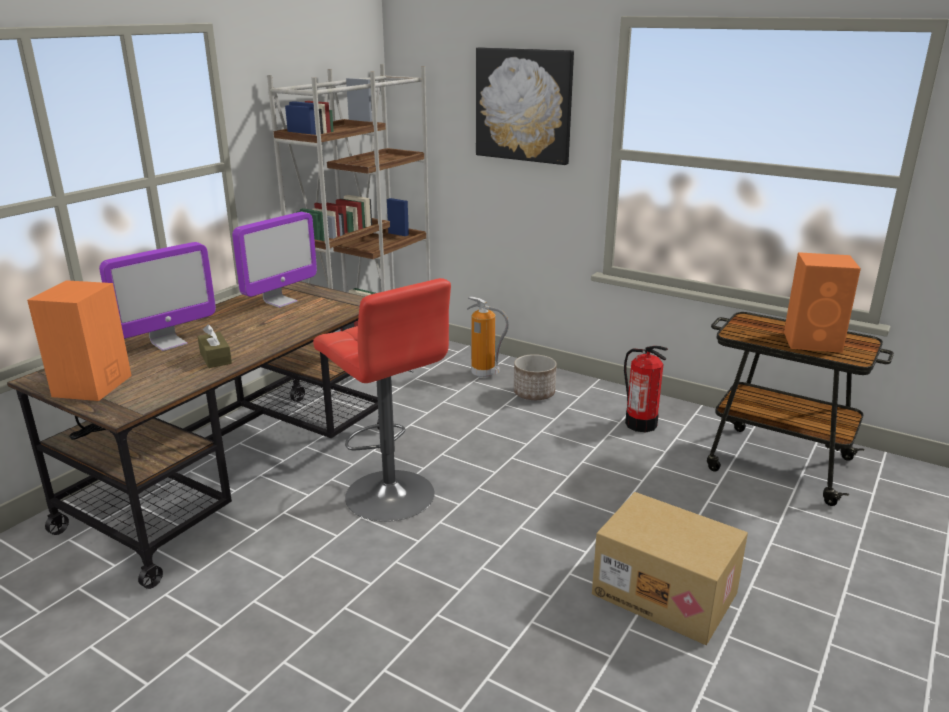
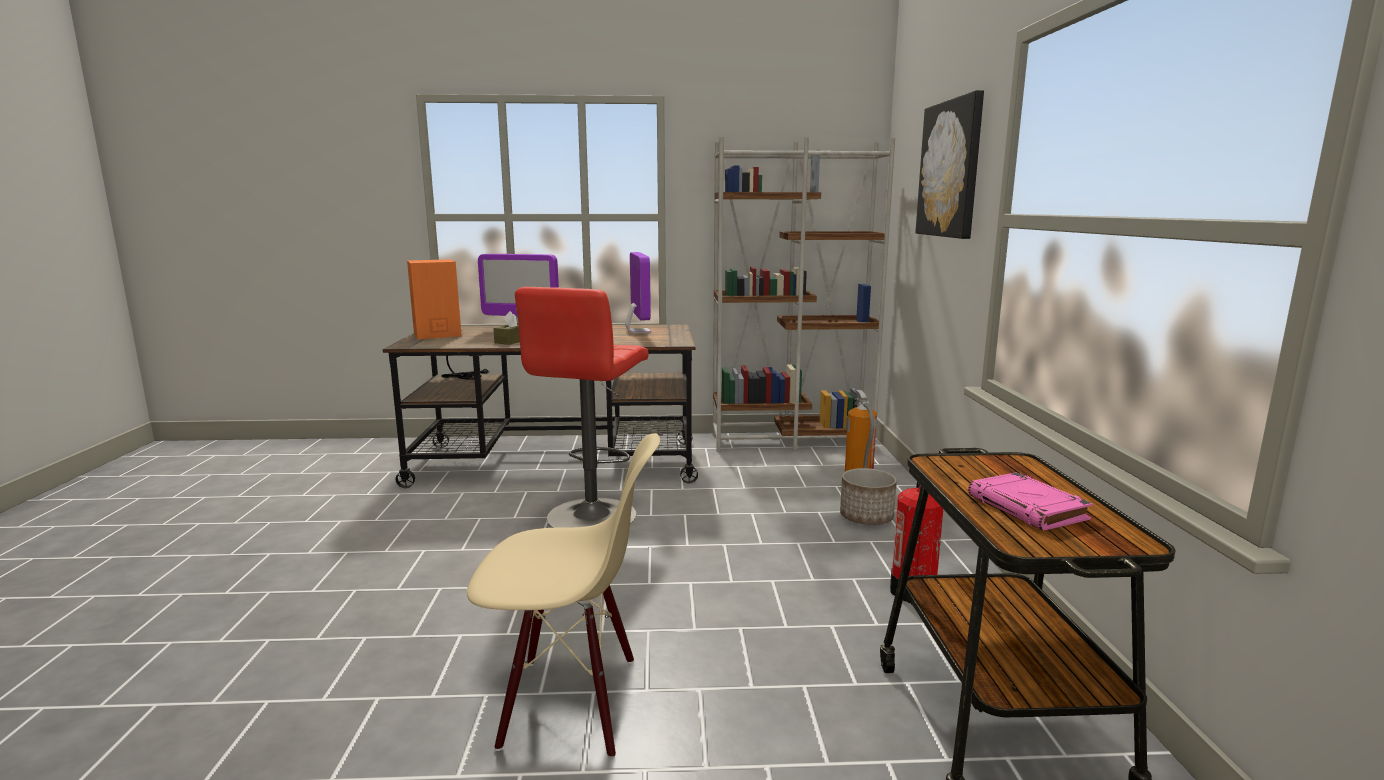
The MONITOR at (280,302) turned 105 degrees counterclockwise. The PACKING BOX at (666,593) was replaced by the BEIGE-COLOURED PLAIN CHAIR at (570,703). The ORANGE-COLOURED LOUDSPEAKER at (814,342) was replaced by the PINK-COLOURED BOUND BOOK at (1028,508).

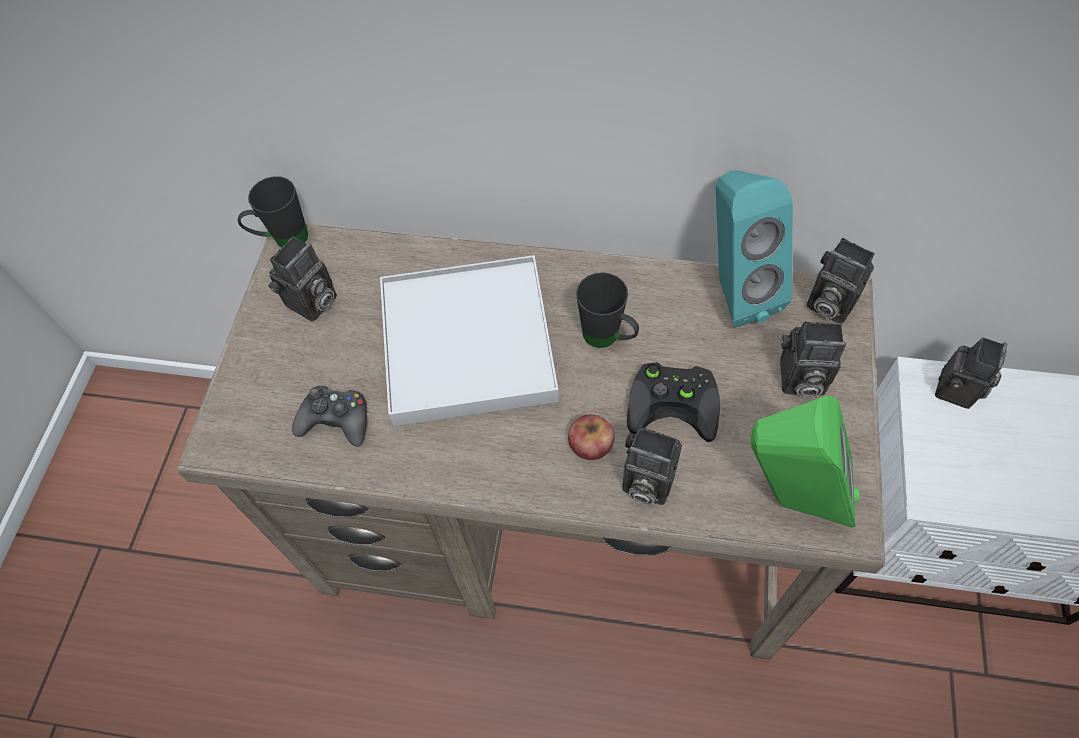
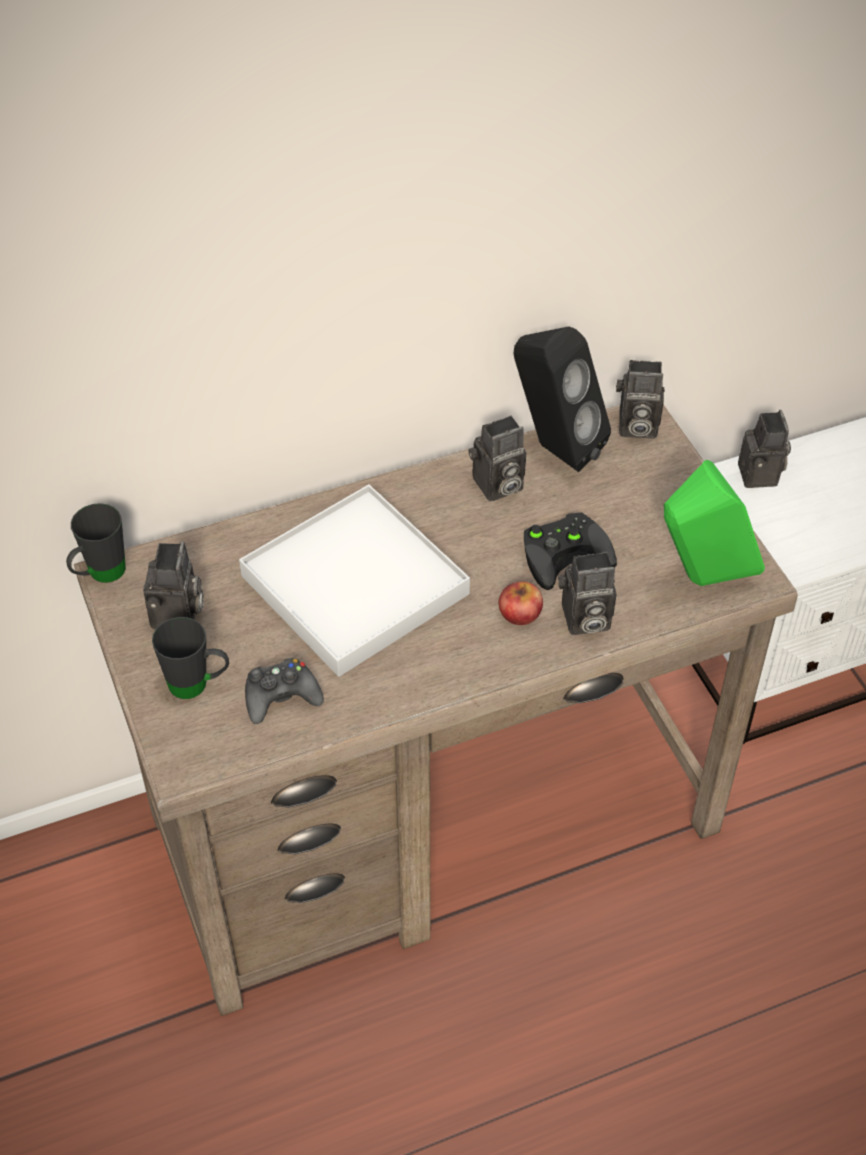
The BLACKISH MUG moved from (608,338) to (198,685). The BLUE-GREEN LOUDSPEAKER at (734,291) became the BLACKISH LOUDSPEAKER at (554,447). The STILL CAMERA moved from (799,380) to (497,486).

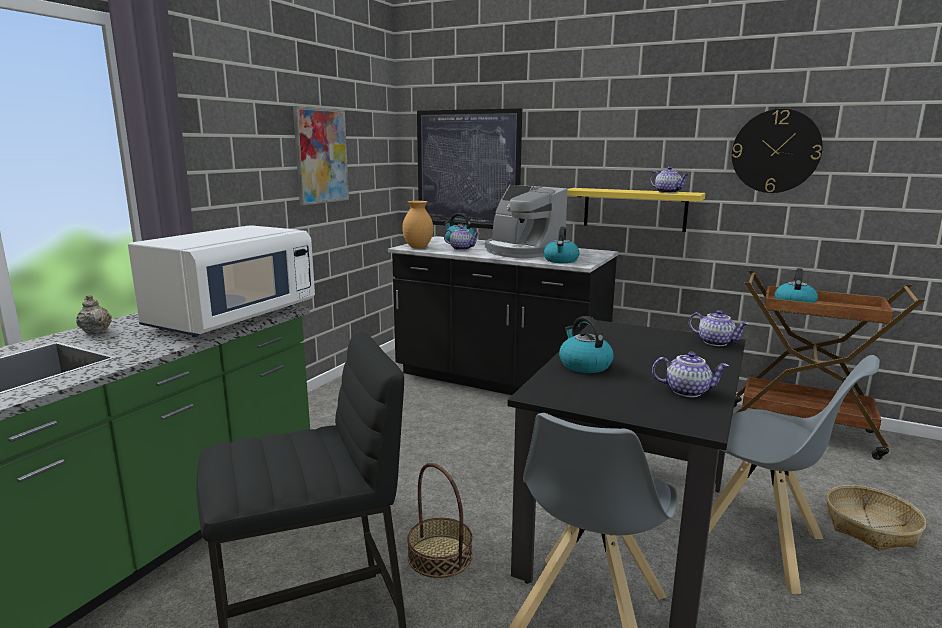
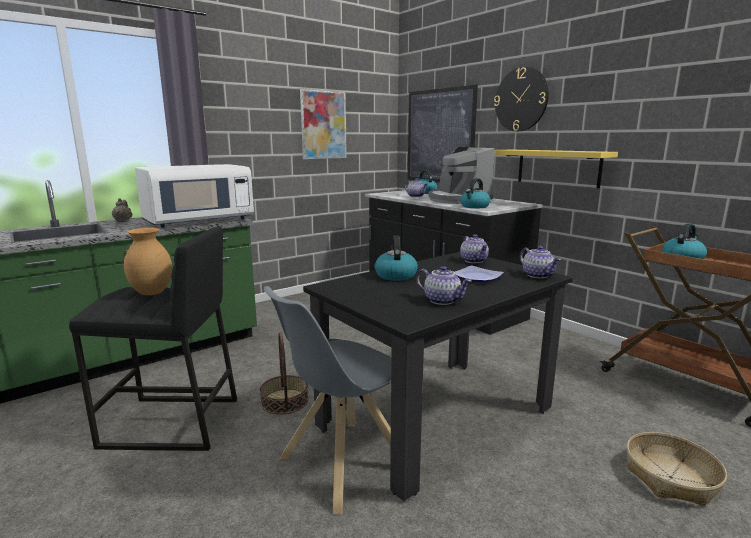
The BROWN-COLOURED FLOWER VASE moved from (418,247) to (152,293). The TEAPOT moved from (668,192) to (474,261). The GREYISH PLAIN CHAIR at (759,545) disappeared. The WALL CLOCK moved from (775,151) to (521,99). The DINNER PLATE at (477,277) appeared.

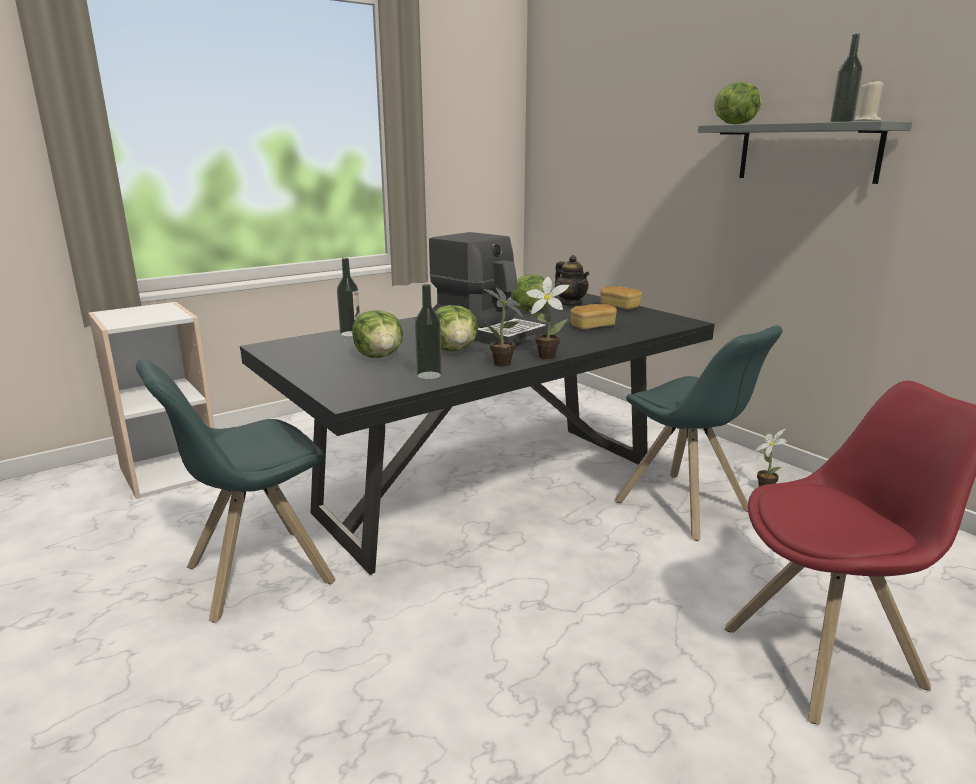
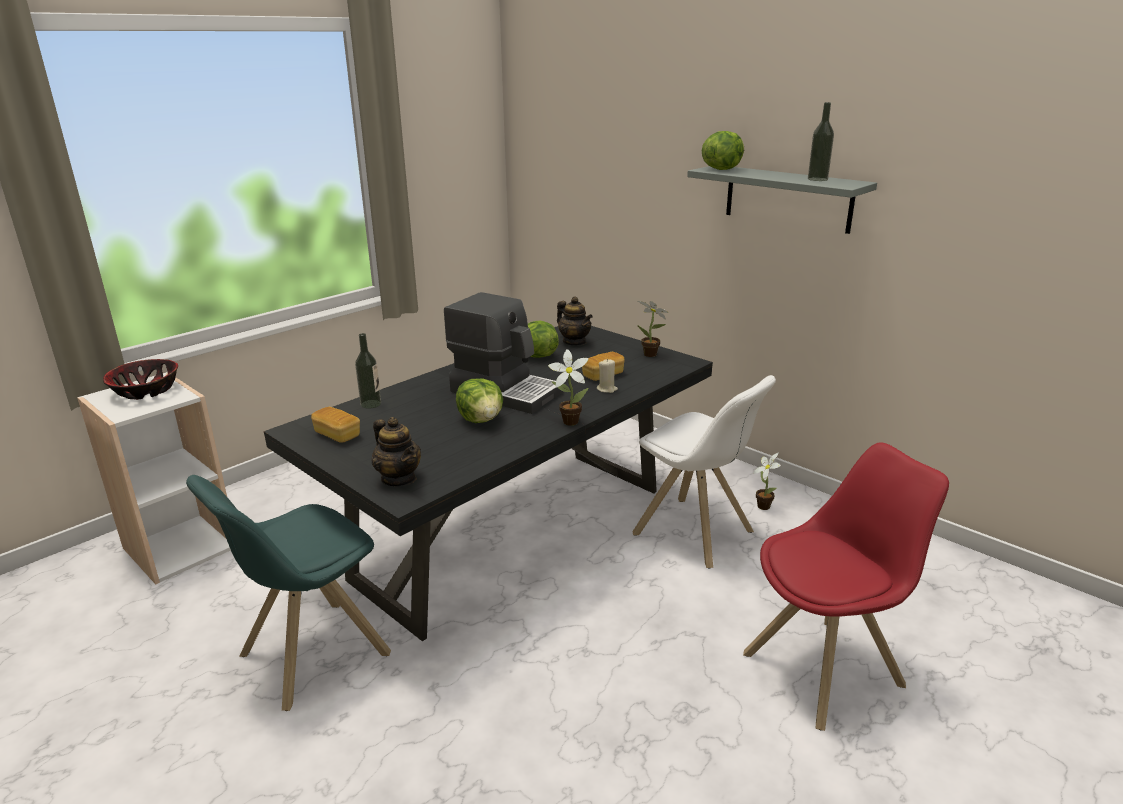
The HEAD OF LETTUCE at (380,356) disappeared. The DRINK BOTTLE at (429,375) disappeared. The PLANT IN A POT moved from (504,364) to (651,355). The BREAD moved from (619,307) to (337,435). The BLUE-GREEN PLAIN CHAIR at (683,506) became the WHITE-COLOURED PLAIN CHAIR at (694,532). The BEIGE-COLOURED WAX CANDLE moved from (867,121) to (607,389). The DEEP DISH at (146,391) appeared. The TEAPOT at (399,478) appeared.

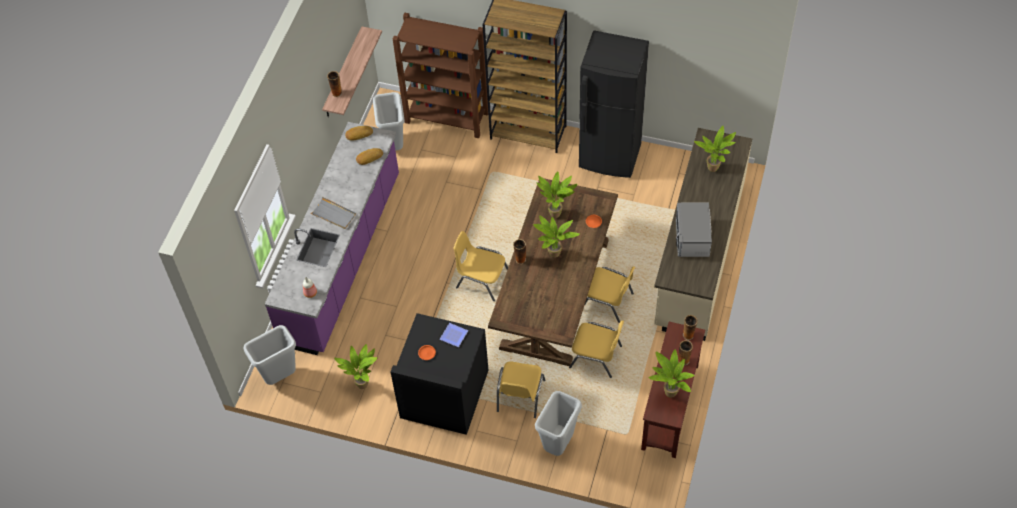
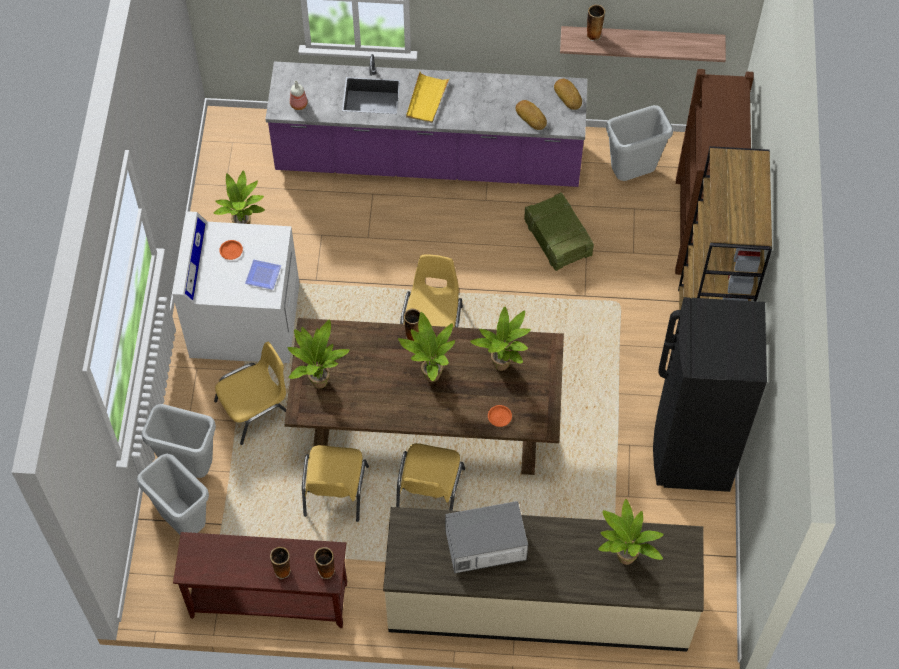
The GREYISH WASTE BIN moved from (280,377) to (183,523). The GREYISH CARRYING TRAY at (333,214) became the YELLOWISH CARRYING TRAY at (426,99). The BLACKISH LAUNDRY MACHINE at (444,393) became the WHITE-COLOURED LAUNDRY MACHINE at (245,319). The YELLOWISH PLAIN CHAIR at (520,396) turned 150 degrees clockwise. The PLANT IN A POT moved from (669,394) to (318,381). The PACKING CRATE at (558,240) appeared.

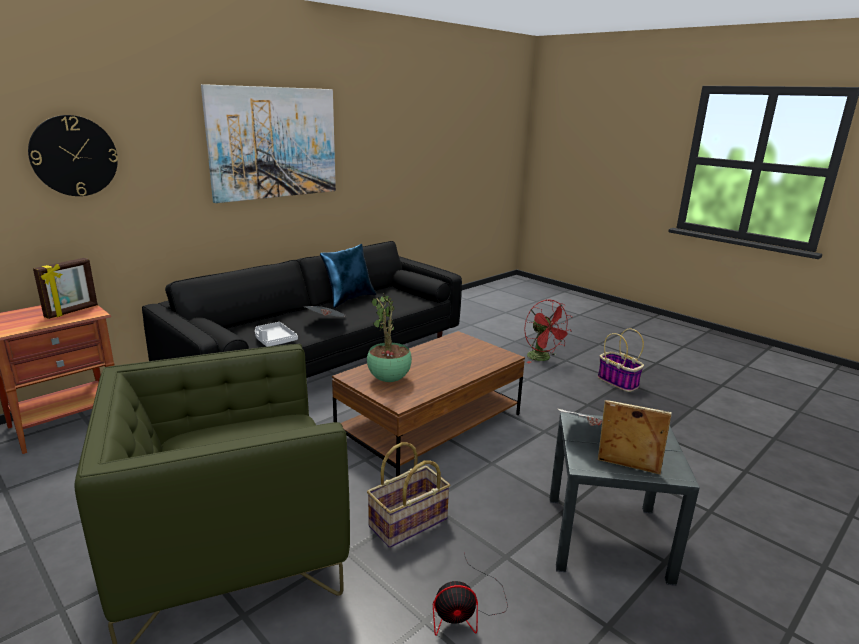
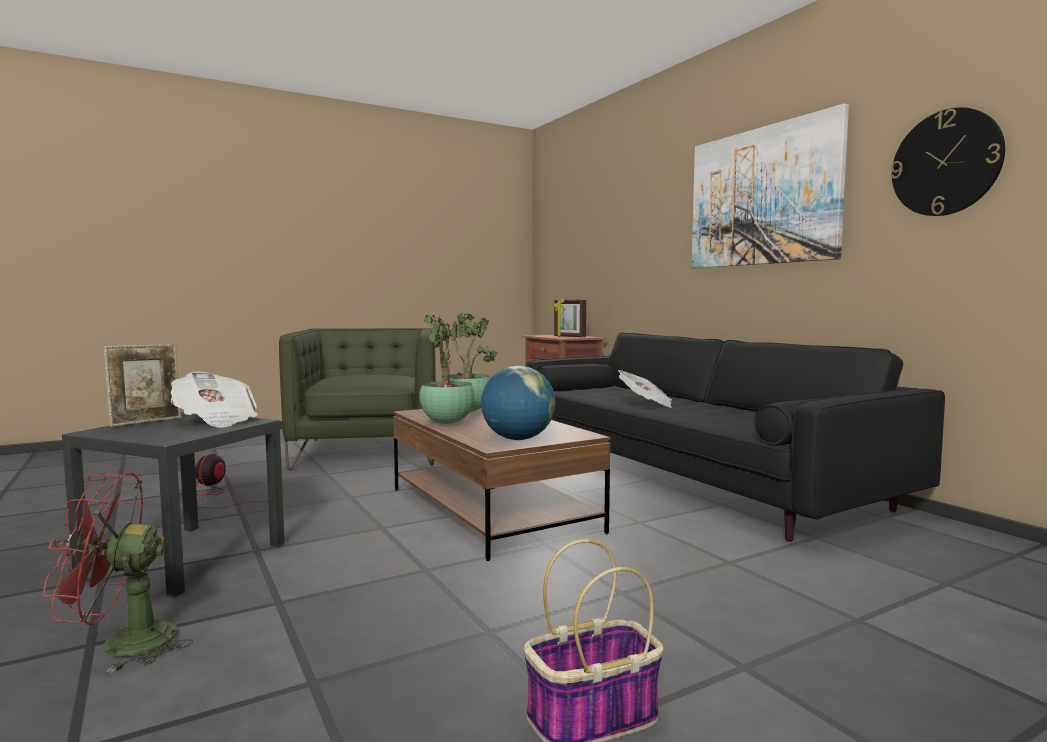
The WALL CLOCK moved from (74,156) to (945,163). The GREYISH CARRYING TRAY at (274,340) disappeared. The BLUISH CUSHION at (349,299) disappeared. The HOUSEHOLD BASKET at (408,523) disappeared. The RED-COLOURED COOLING FAN moved from (543,358) to (122,644). The PLANT IN A POT at (447,423) appeared. The GLOBE at (518,439) appeared.

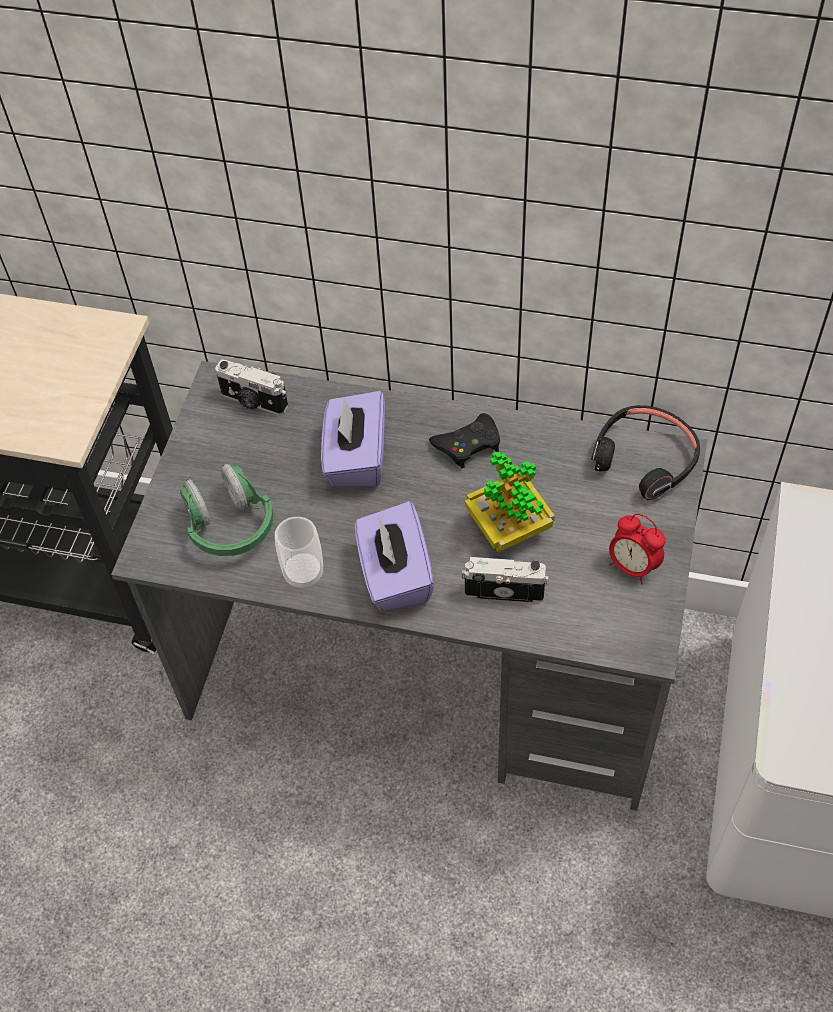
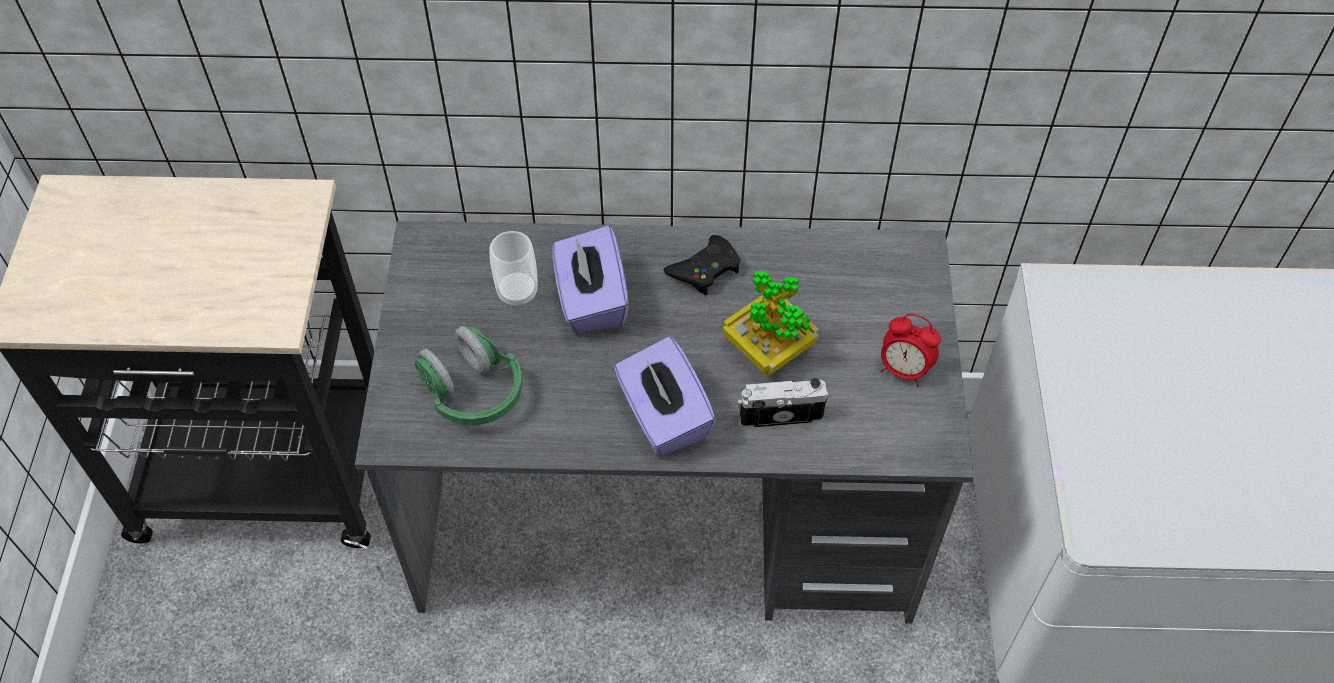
The STILL CAMERA at (253,402) disappeared. The DRINKING CUP moved from (303,573) to (517,292). The BLACKISH HEADPHONES at (644,458) disappeared.

